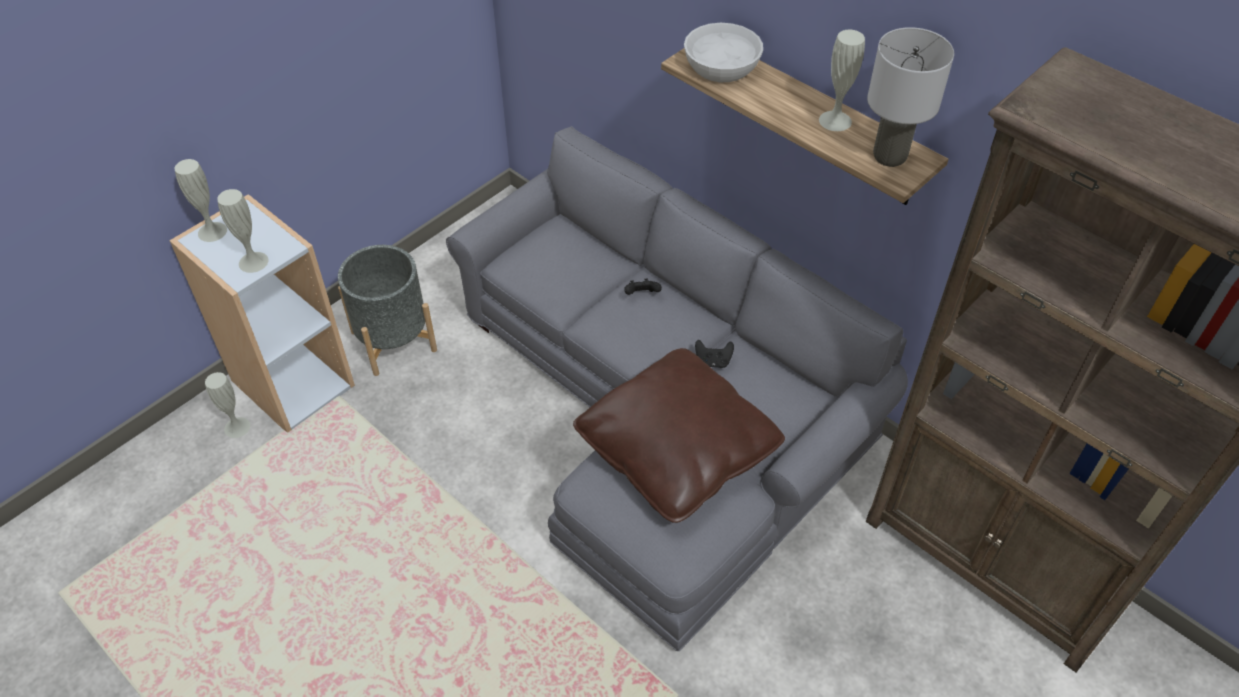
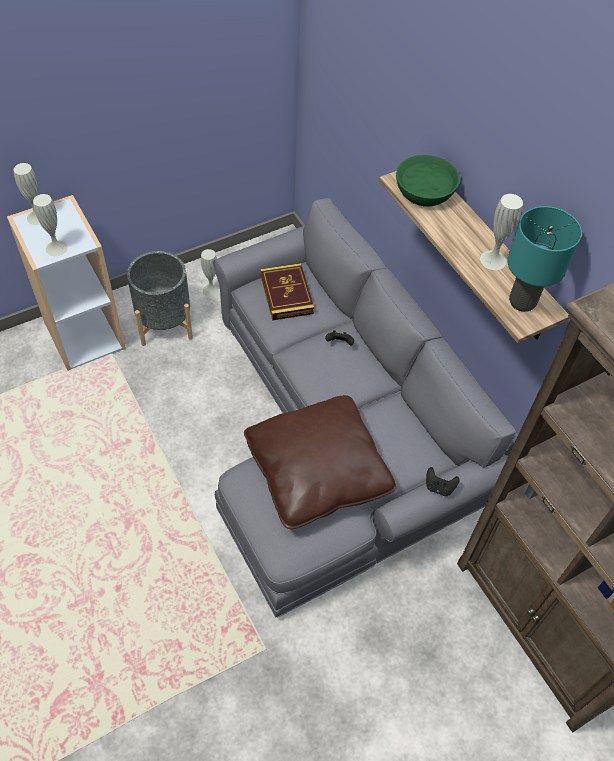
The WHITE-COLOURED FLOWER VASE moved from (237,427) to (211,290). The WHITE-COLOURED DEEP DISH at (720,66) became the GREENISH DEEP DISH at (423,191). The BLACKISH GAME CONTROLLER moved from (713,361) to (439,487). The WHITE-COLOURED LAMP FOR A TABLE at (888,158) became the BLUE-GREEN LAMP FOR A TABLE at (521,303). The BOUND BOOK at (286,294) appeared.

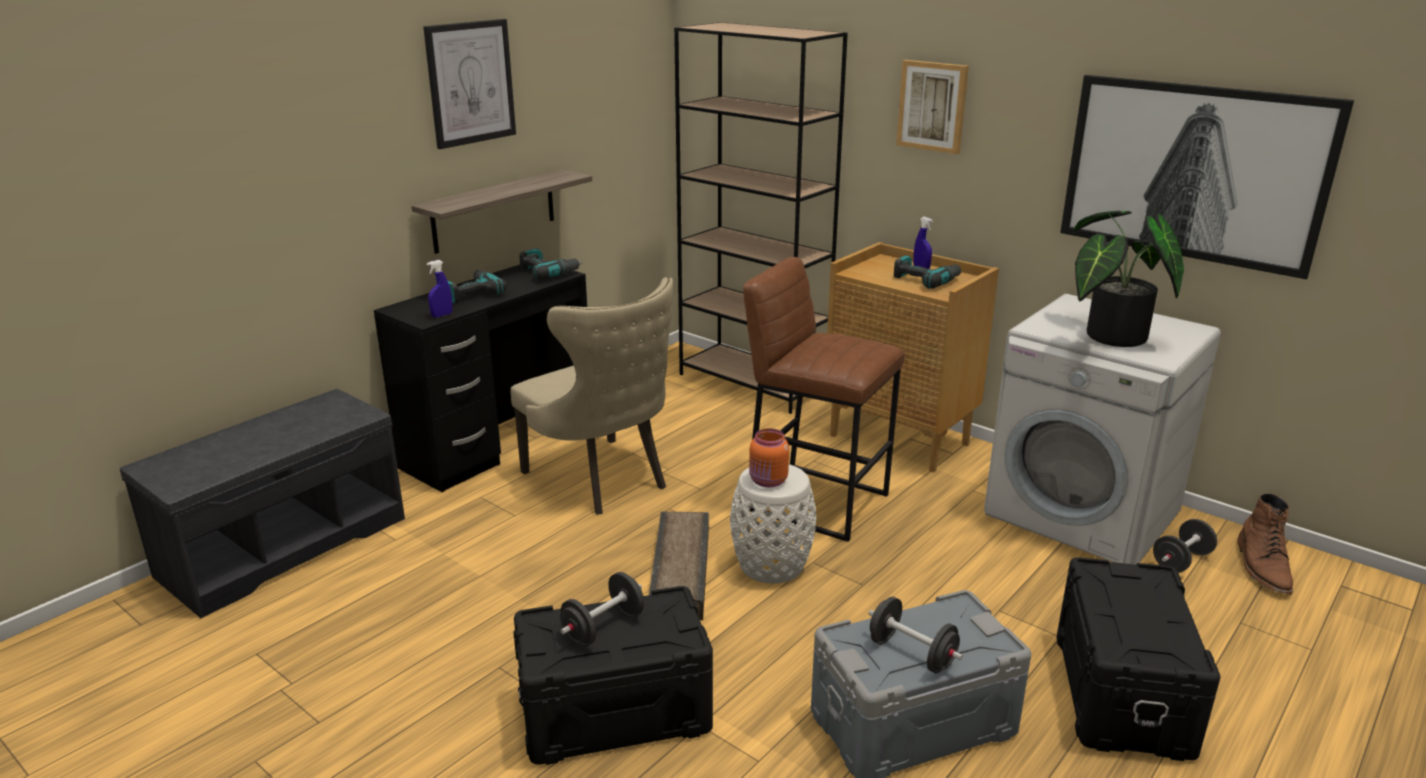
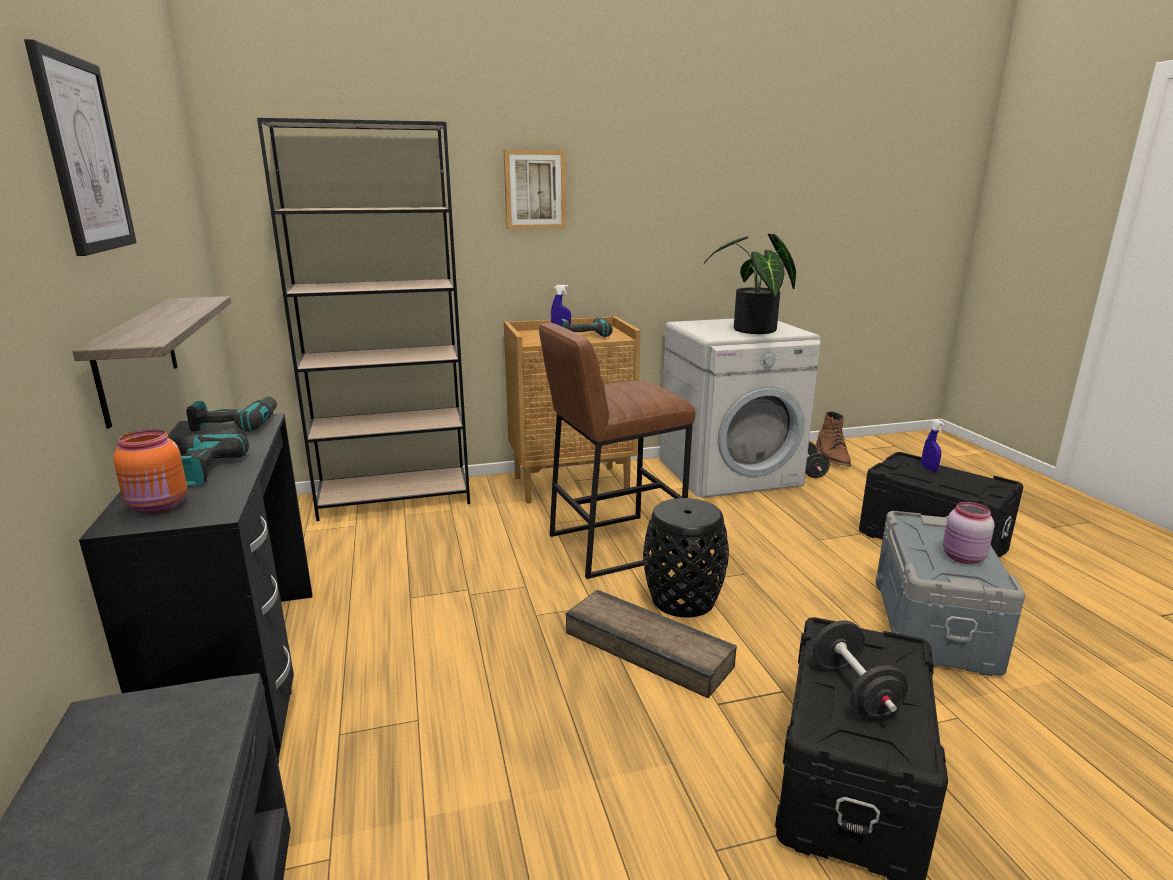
The BLUISH SPRAYER moved from (442,315) to (929,469). The BEIGE-COLOURED PLAIN CHAIR at (602,479) disappeared. The WHITE-COLOURED STOOL at (771,565) became the BLACKISH STOOL at (682,600). The ORANGE-COLOURED PRESERVE JAR moved from (768,482) to (159,506). The BLACKISH HAND WEIGHT at (912,654) was replaced by the PINK-COLOURED PRESERVE JAR at (963,558). The PICTURE at (1193,172) disappeared. The BROWN-COLOURED TALL BOOT at (1262,567) turned 45 degrees clockwise.

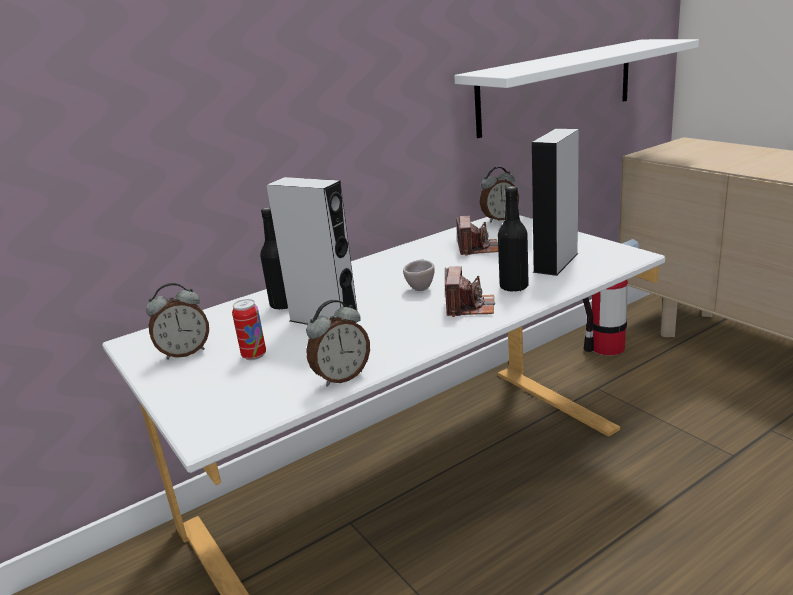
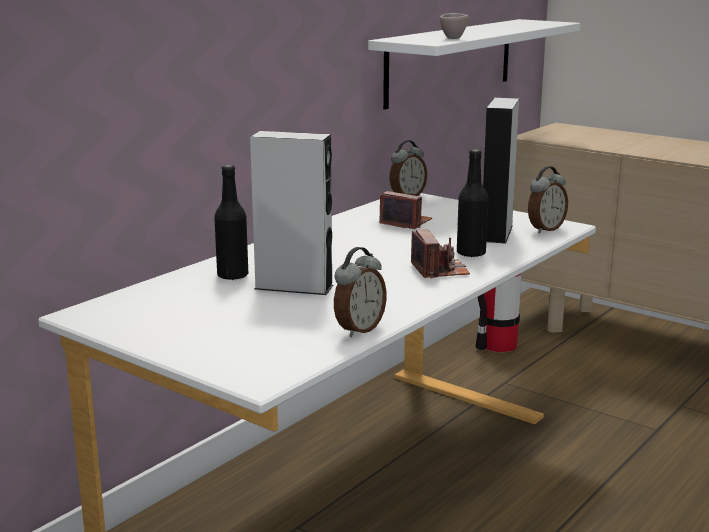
The TABLE CLOCK moved from (185,352) to (545,229). The SEALED CAN at (254,355) disappeared. The BEIGE-COLOURED DRINKING CUP moved from (420,287) to (451,38). The STILL CAMERA at (477,248) turned 45 degrees counterclockwise.

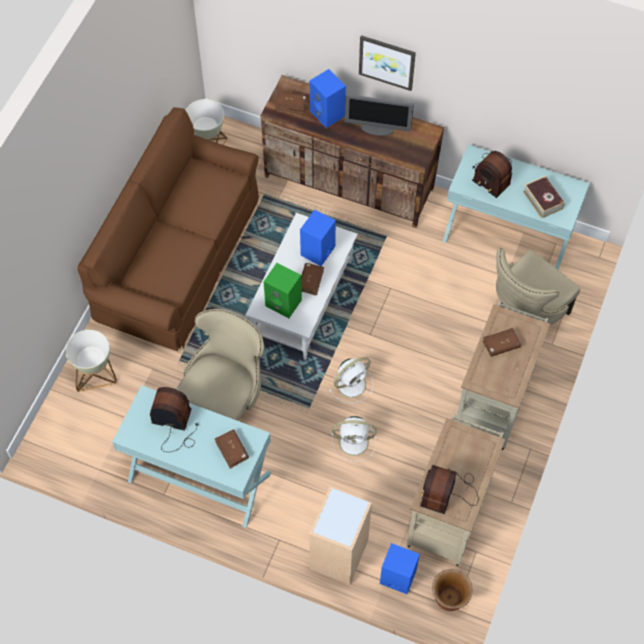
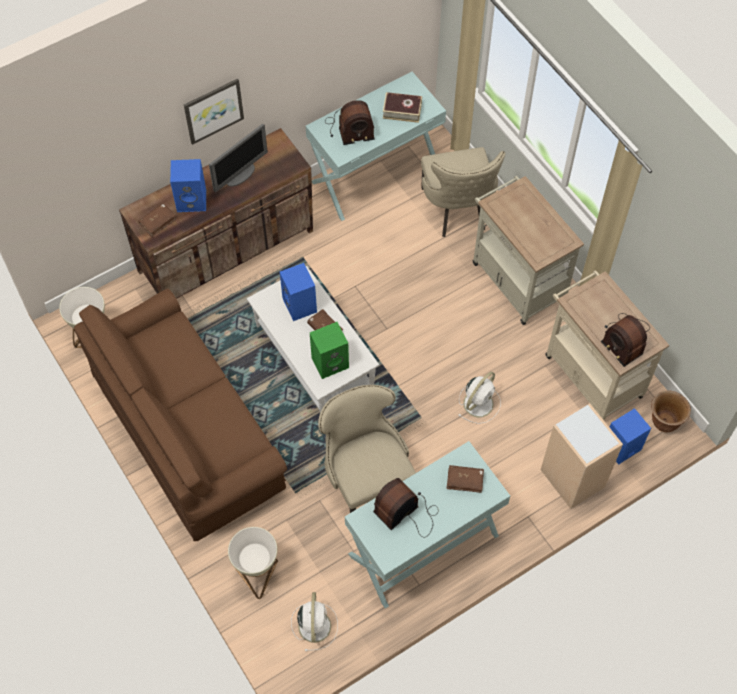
The WHITE-COLOURED COOLING FAN moved from (352,384) to (314,624). The BROWN-COLOURED BOUND BOOK at (501,345) disappeared.

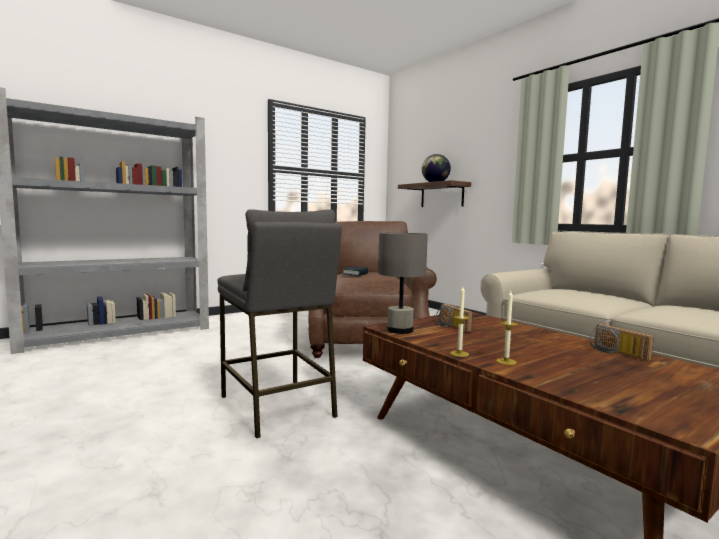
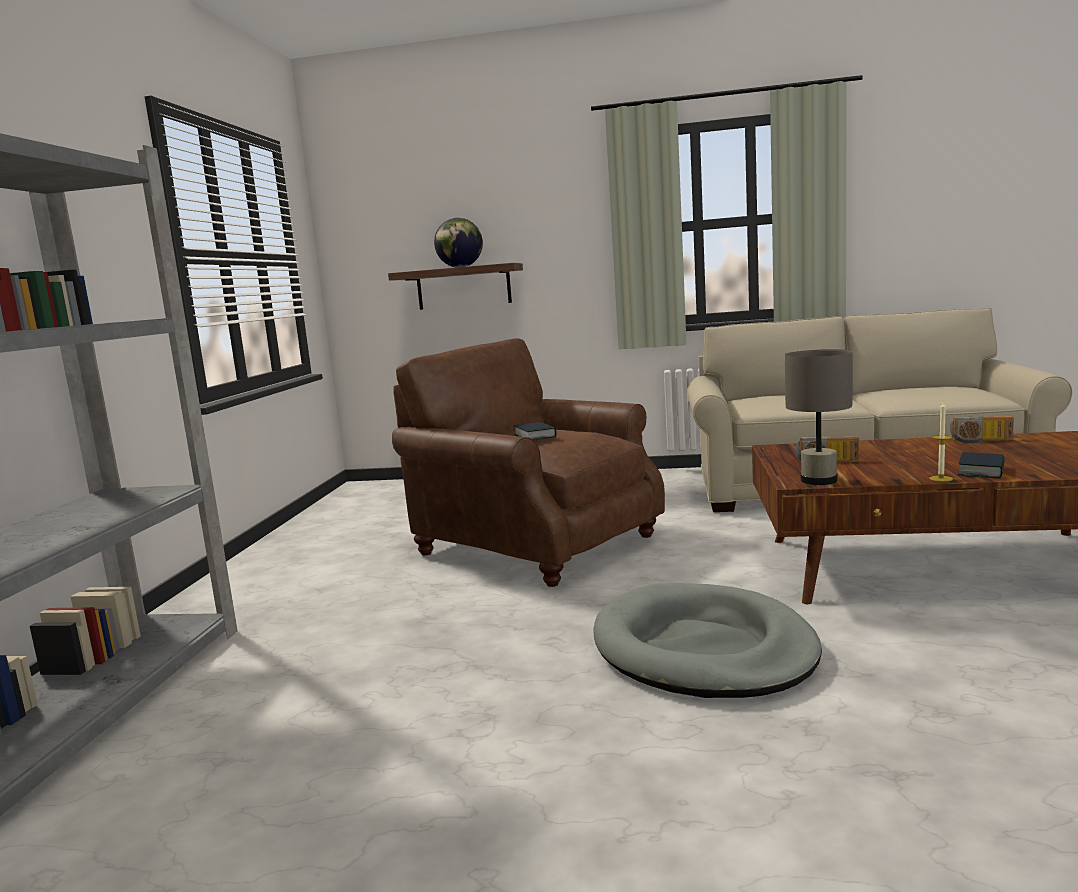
The GREYISH STOOL at (277,406) was replaced by the GREYISH DOG CUSHION at (703,649). The WAX CANDLE at (506,361) was replaced by the BOUND BOOK at (981,471).

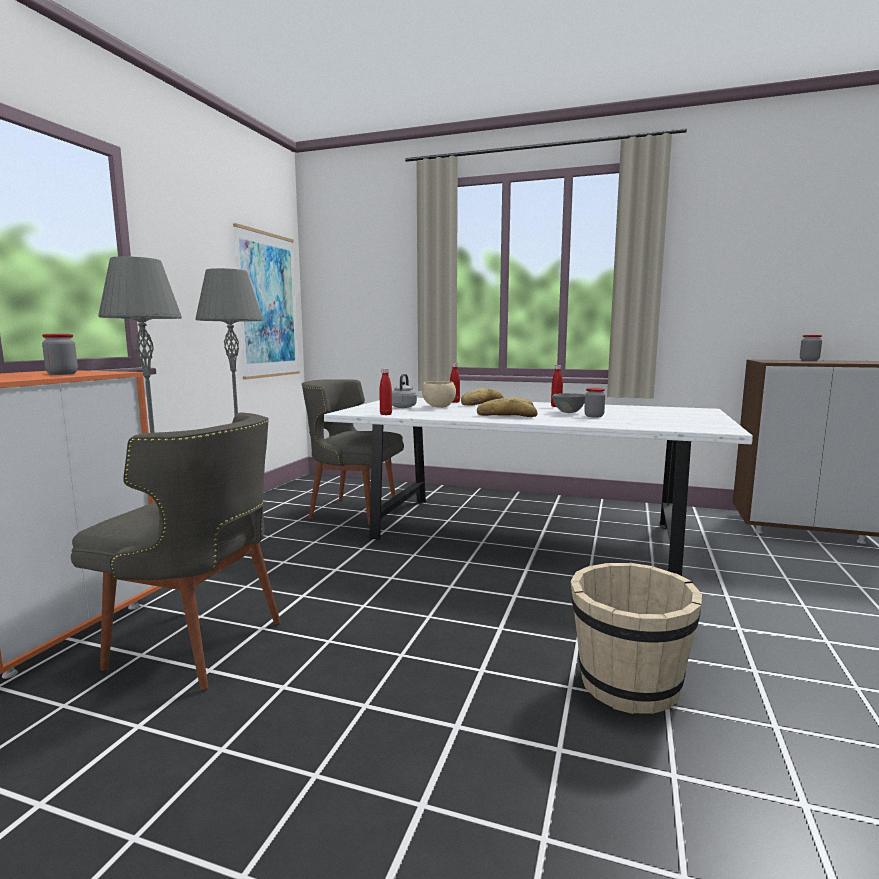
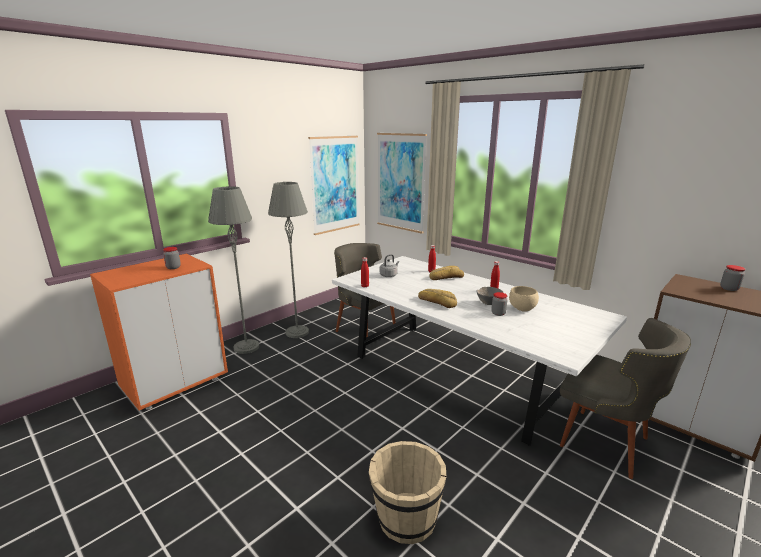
The GREYISH PLAIN CHAIR moved from (196,645) to (603,442). The BEIGE-COLOURED DEEP DISH moved from (439,407) to (522,309). The PICTURE at (400,182) appeared.

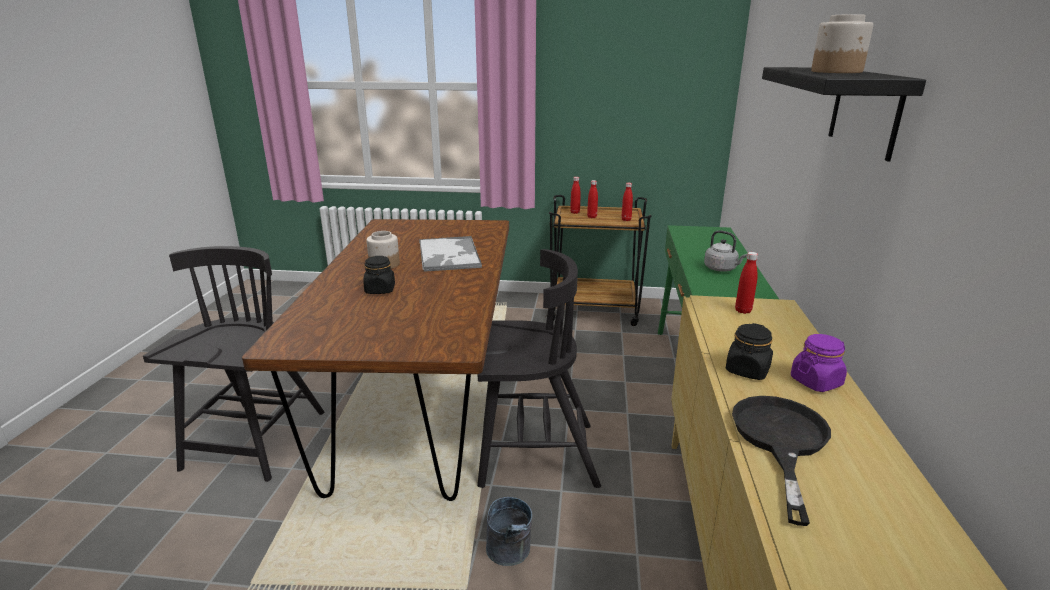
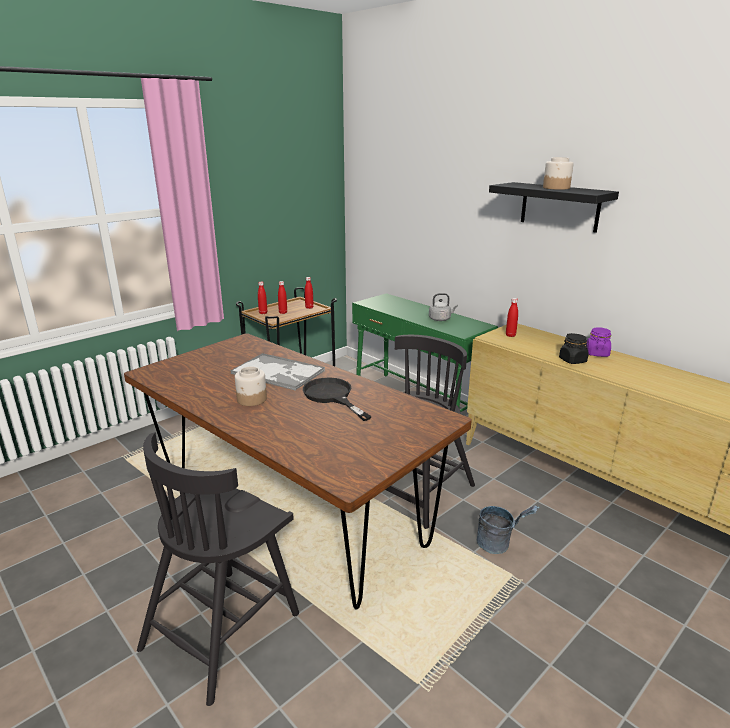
The BLACKISH PLAIN CHAIR at (254,441) turned 105 degrees counterclockwise. The BLACKISH PRESERVE JAR at (380,290) disappeared. The BLACKISH PAN moved from (780,441) to (332,396).

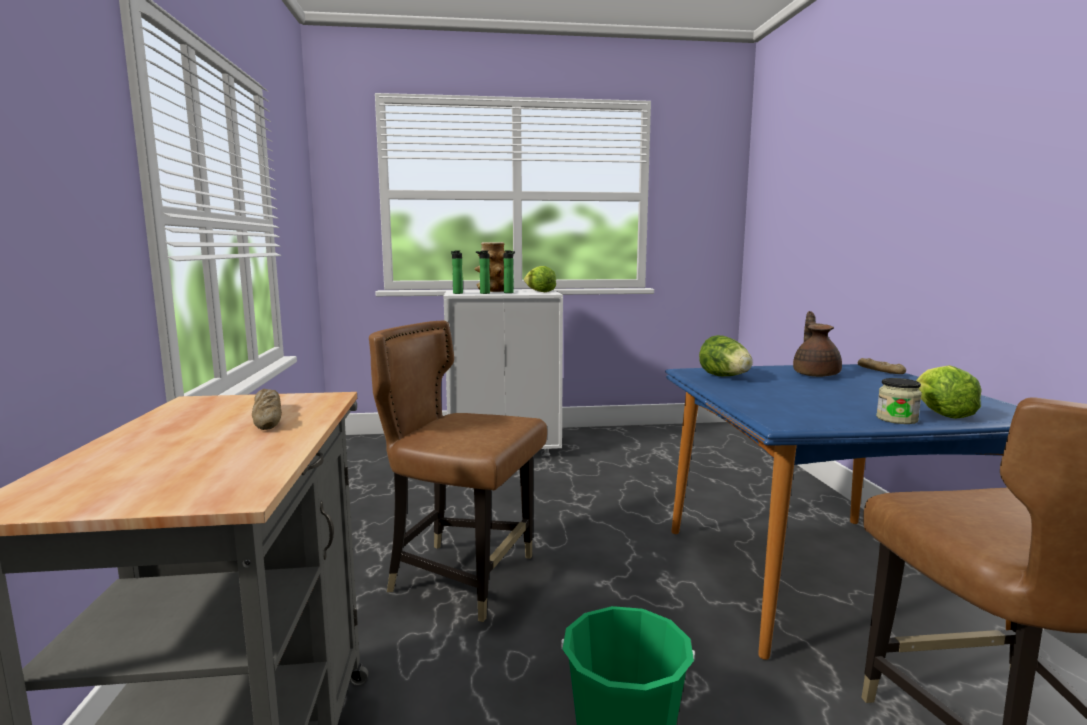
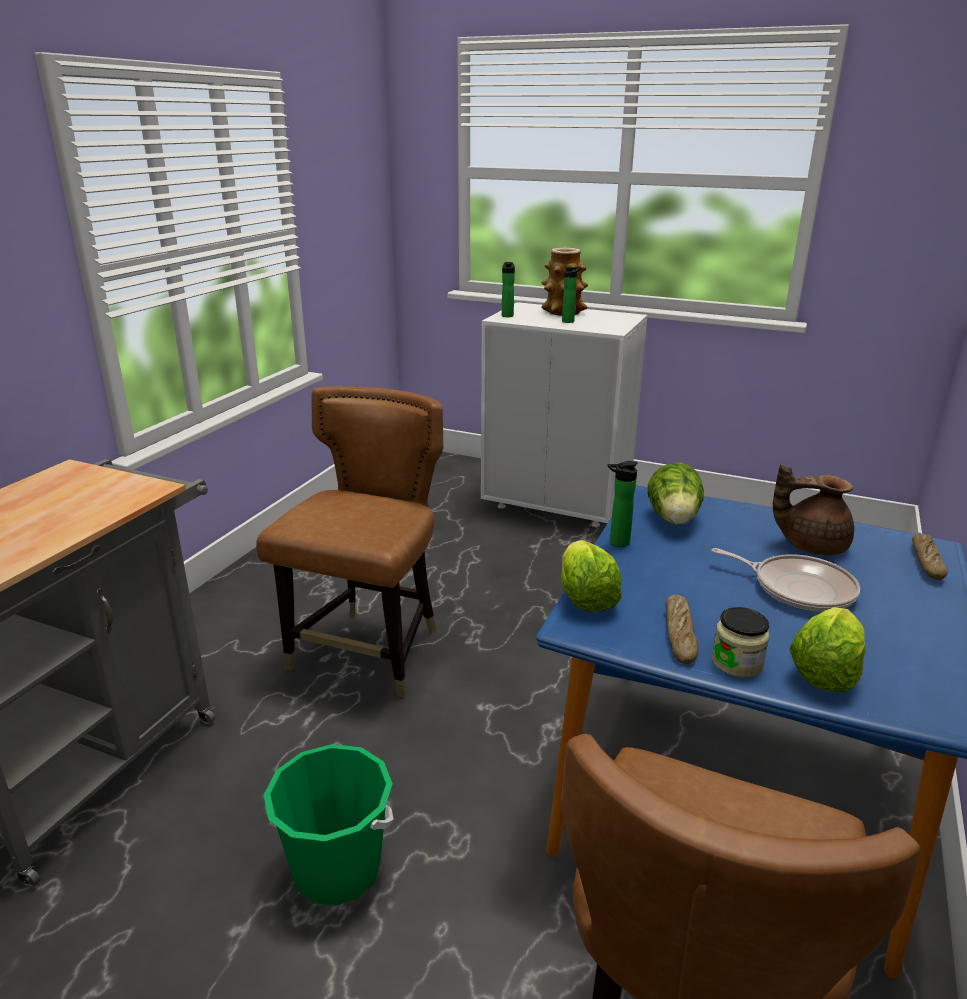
The BREAD moved from (268,417) to (680,635). The BROWN-COLOURED PLAIN CHAIR at (462,576) turned 60 degrees clockwise. The DRINK BOTTLE moved from (483,293) to (616,543). The HEAD OF LETTUCE moved from (539,291) to (585,598). The BROWN-COLOURED TEAPOT at (815,374) turned 120 degrees counterclockwise. The PAN at (798,588) appeared.

